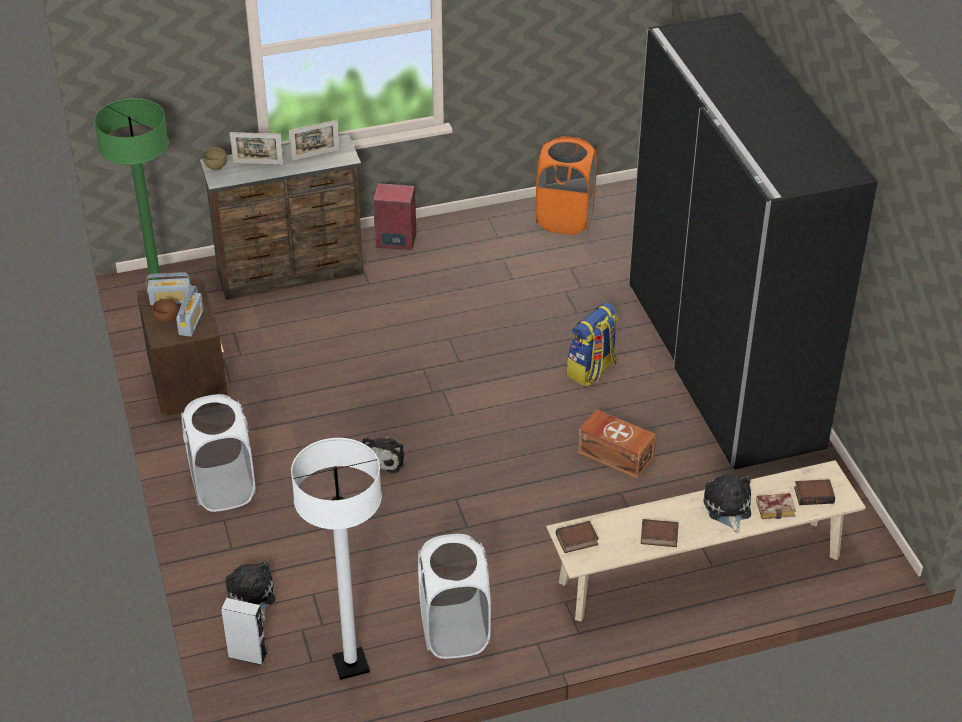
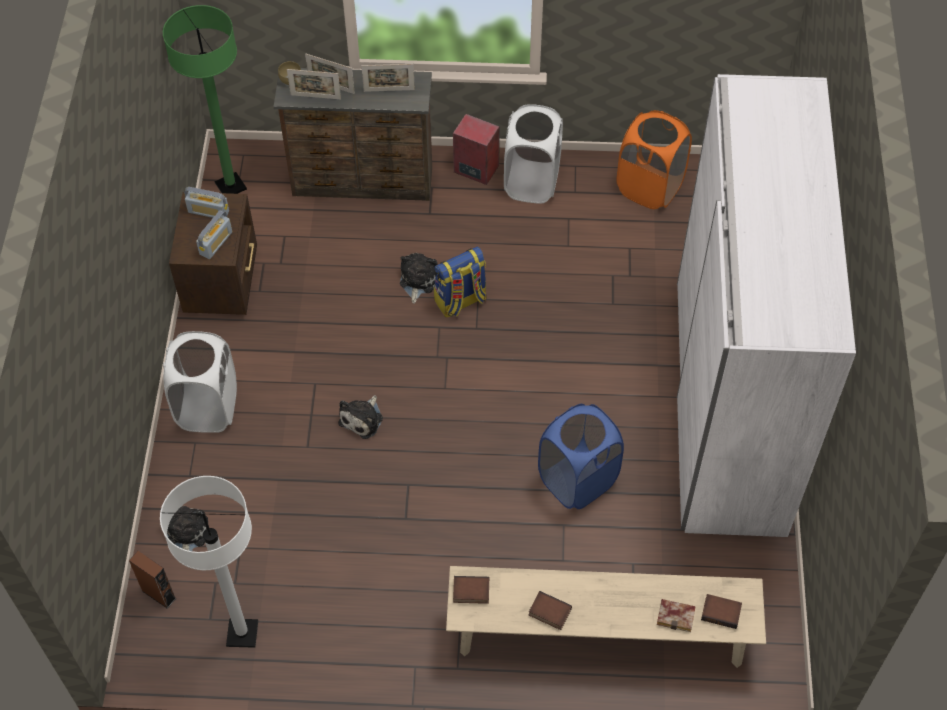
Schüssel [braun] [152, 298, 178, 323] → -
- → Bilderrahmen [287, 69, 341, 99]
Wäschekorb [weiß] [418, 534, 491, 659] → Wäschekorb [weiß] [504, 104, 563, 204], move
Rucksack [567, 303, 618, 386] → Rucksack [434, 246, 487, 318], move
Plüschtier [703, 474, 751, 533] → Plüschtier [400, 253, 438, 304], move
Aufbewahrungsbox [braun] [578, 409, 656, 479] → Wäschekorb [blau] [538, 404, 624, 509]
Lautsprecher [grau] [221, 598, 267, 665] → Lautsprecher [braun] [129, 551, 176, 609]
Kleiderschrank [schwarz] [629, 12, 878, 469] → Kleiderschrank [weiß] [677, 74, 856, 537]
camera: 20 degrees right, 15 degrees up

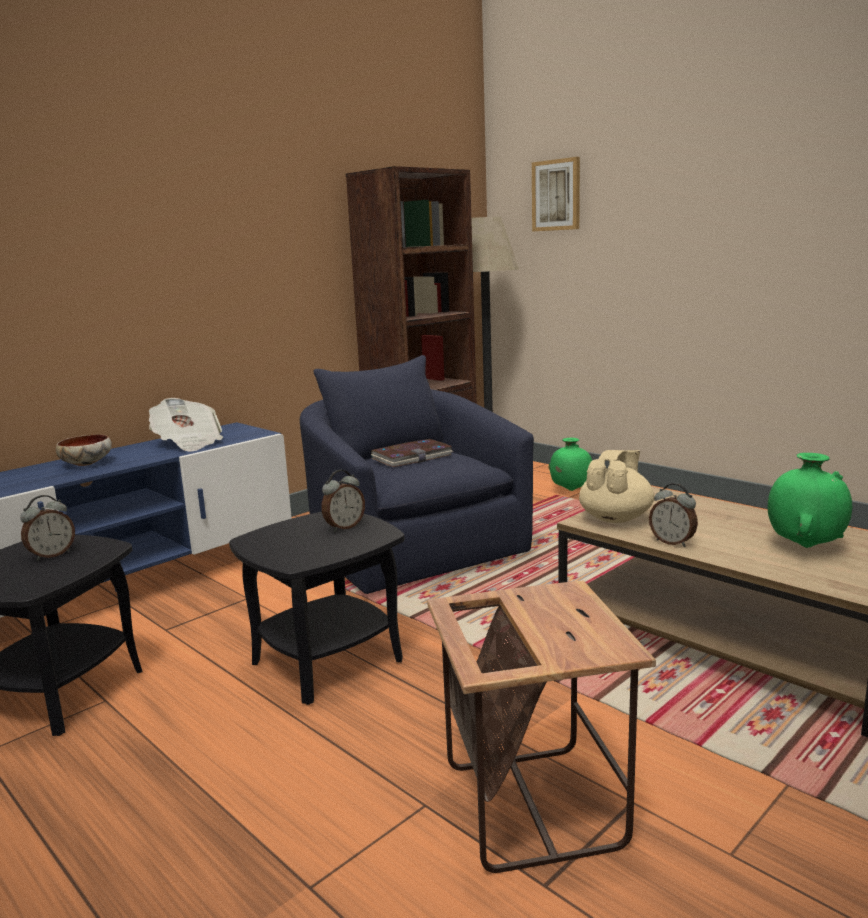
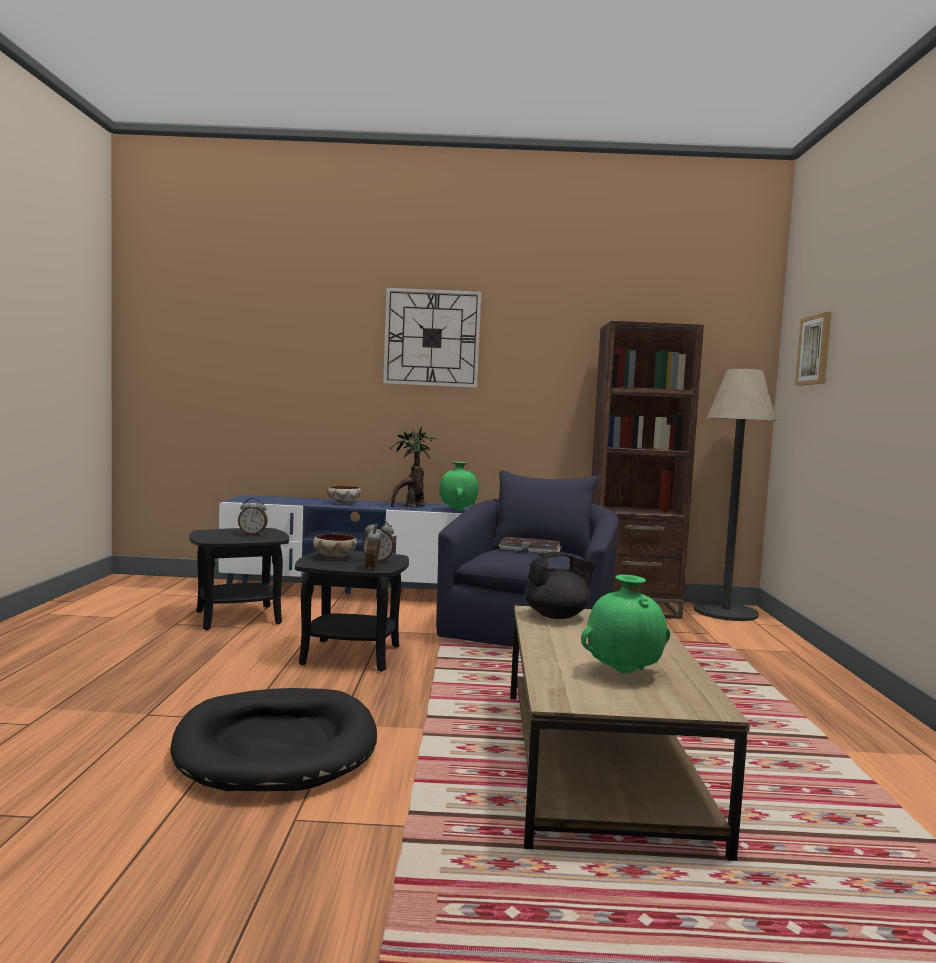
- → Schüssel [313, 534, 357, 559]
- → Wanduhr [383, 288, 482, 388]
Vase [grün] [549, 438, 592, 491] → Vase [grün] [439, 462, 479, 511], move
Wecker [649, 483, 698, 547] → Wecker [365, 524, 383, 570], move
Zeitung [149, 398, 223, 452] → Topfpflanze [390, 427, 435, 507]
Beistelltisch [427, 581, 656, 873] → Hundebett [schwarz] [171, 688, 377, 791]
Teekanne [beige] [579, 450, 654, 523] → Teekanne [schwarz] [525, 552, 597, 619]
camera: 45 degrees right, 10 degrees down

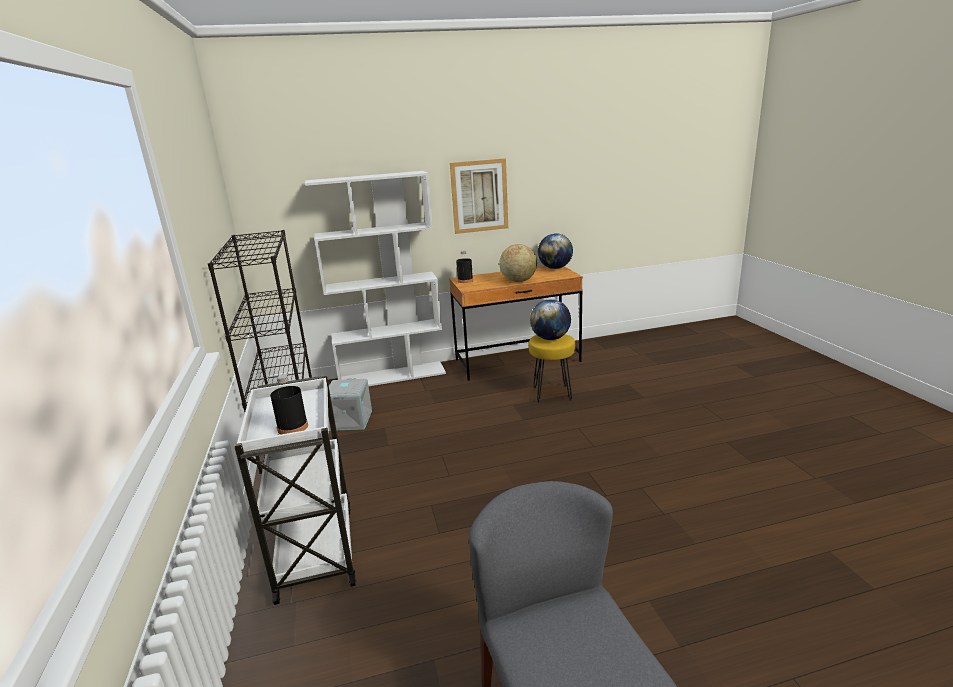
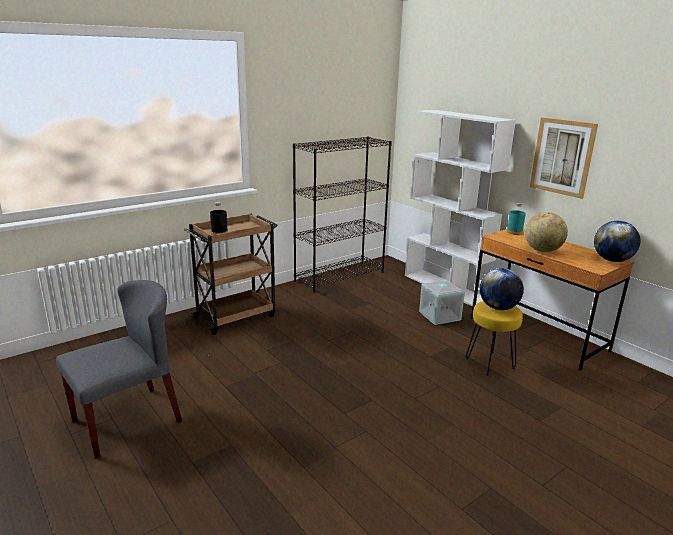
Aufbewahrungsbox [grau] [328, 378, 372, 431] → Aufbewahrungsbox [grau] [419, 280, 465, 325], move
Rollwagen [weiß] [234, 376, 356, 605] → Rollwagen [braun] [184, 214, 278, 335]
Flasche [schwarz] [456, 251, 473, 283] → Flasche [türkis] [507, 203, 526, 235]
camera: 65 degrees right, 0 degrees up

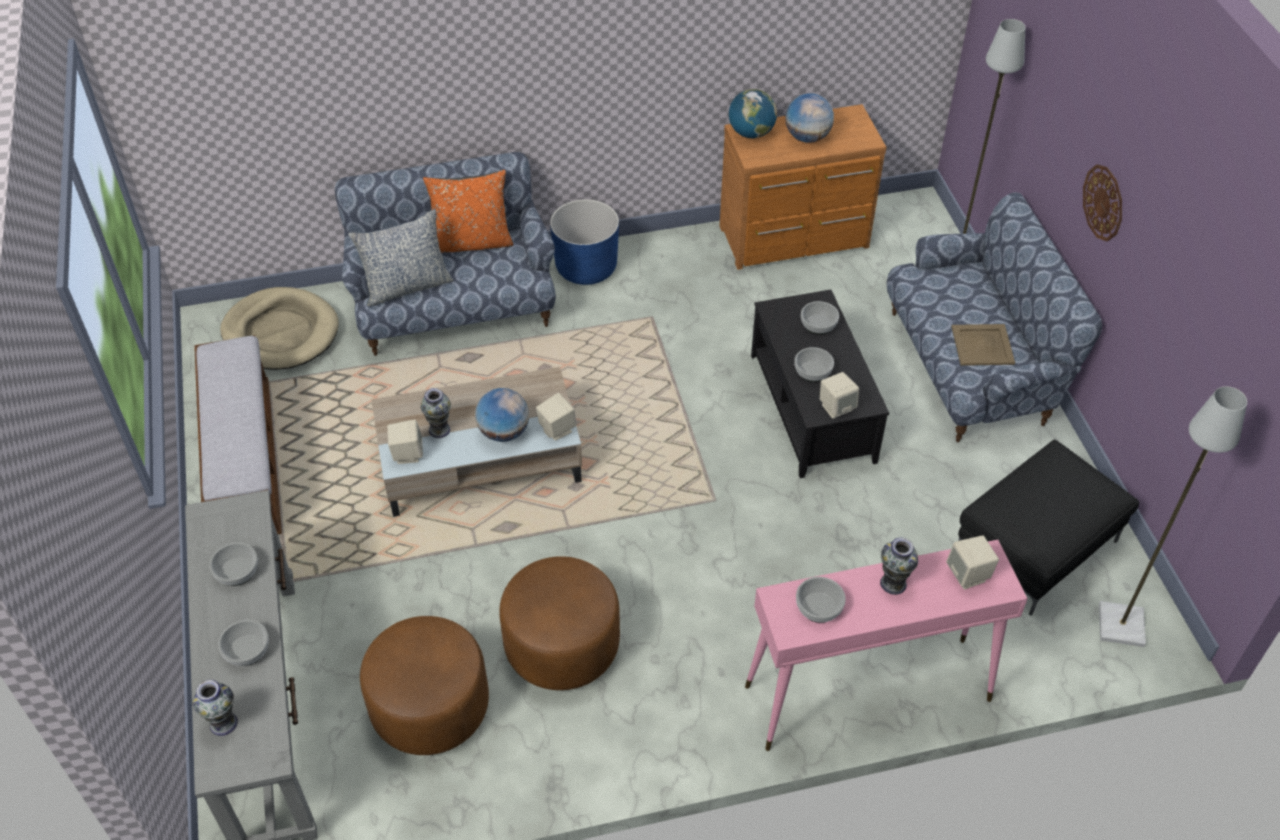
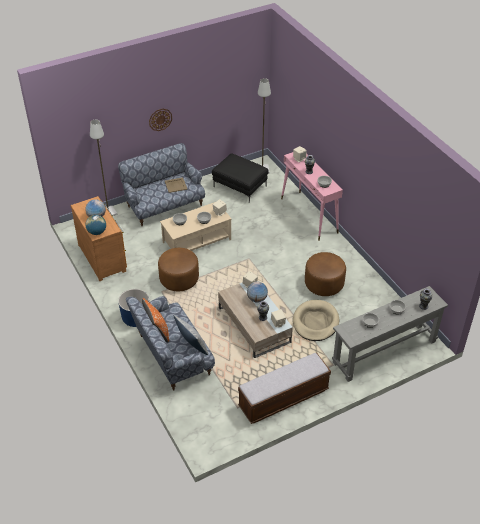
Hundebett [beige] [220, 287, 339, 370] → Hundebett [beige] [293, 300, 339, 341], move
Polsterhocker [braun] [360, 616, 489, 755] → Polsterhocker [braun] [158, 248, 199, 291], move
Couchtisch [schwarz] [751, 290, 889, 478] → Couchtisch [beige] [160, 202, 232, 251]
camera: 105 degrees left, 5 degrees down

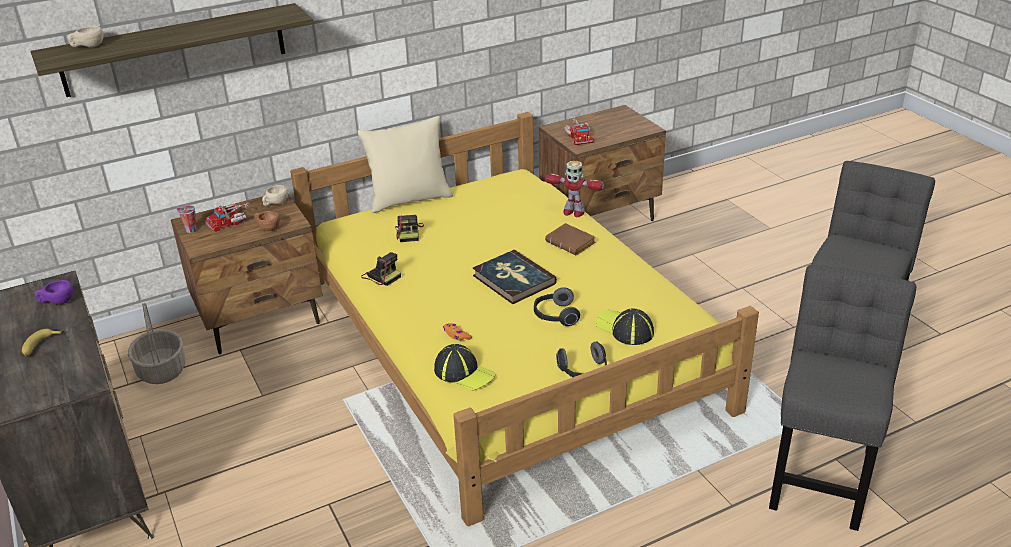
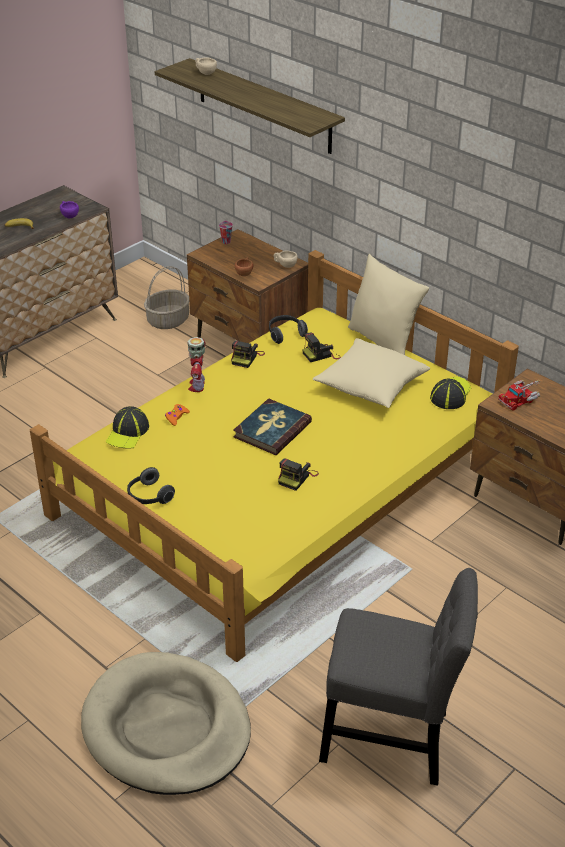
Spielzeuglaster [206, 202, 249, 232] → -
Buch [braun] [545, 223, 596, 255] → -
- → Kamera [278, 458, 319, 491]
- → Kissen [beige] [313, 338, 431, 408]
Kopfhörer [534, 287, 580, 326] → Kopfhörer [269, 315, 308, 344], move
Spielzeugroboter [545, 161, 604, 217] → Spielzeugroboter [188, 337, 205, 392], move
Kappe [596, 309, 654, 345] → Kappe [430, 377, 471, 409], move
Stuhl [grau] [769, 265, 916, 531] → Hundebett [beige] [81, 652, 251, 795]
camera: 70 degrees right, 5 degrees up

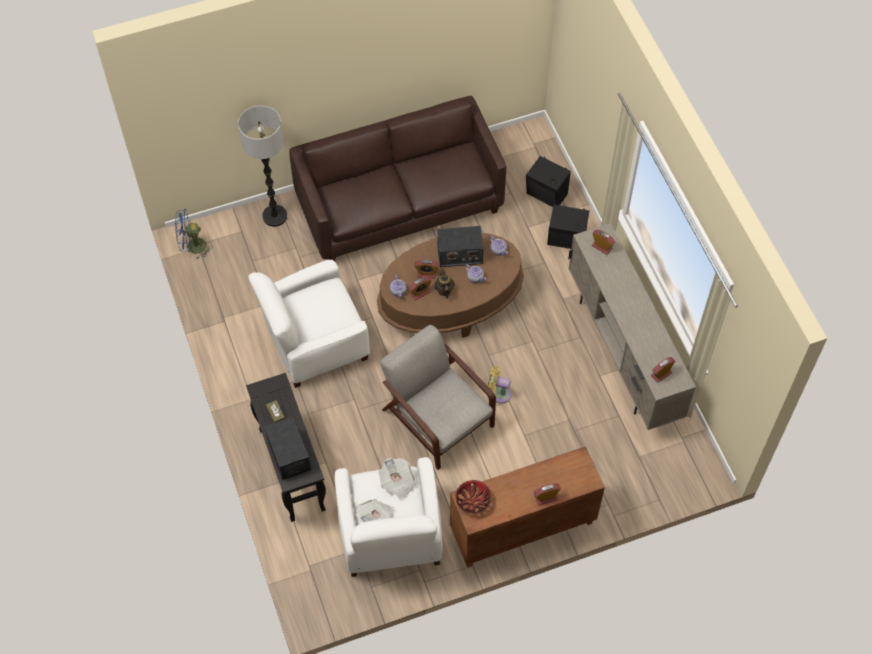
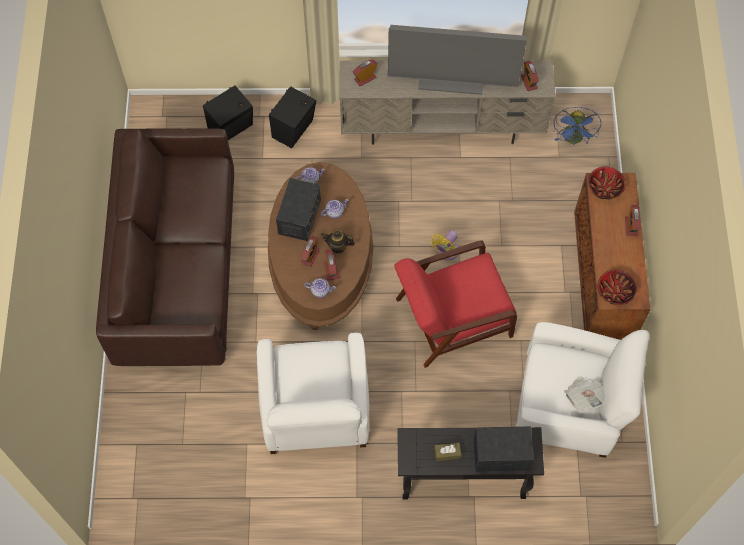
Stehlampe [238, 106, 287, 227] → -
Zeitung [379, 458, 416, 500] → -
- → Fernseher [388, 25, 527, 95]
- → Schüssel [589, 166, 625, 199]
Ventilator [blau] [175, 209, 213, 260] → Ventilator [blau] [554, 107, 601, 145], move
Sessel [grau] [380, 325, 496, 470] → Sessel [rot] [394, 240, 517, 368]
camera: 70 degrees left, 5 degrees up

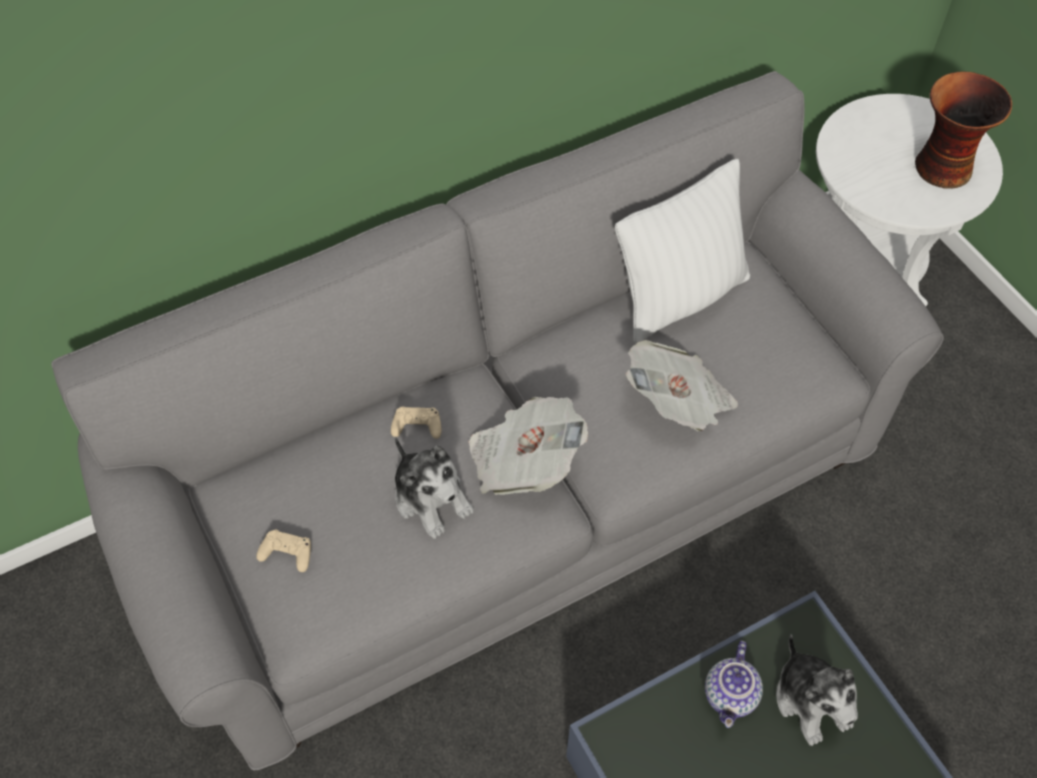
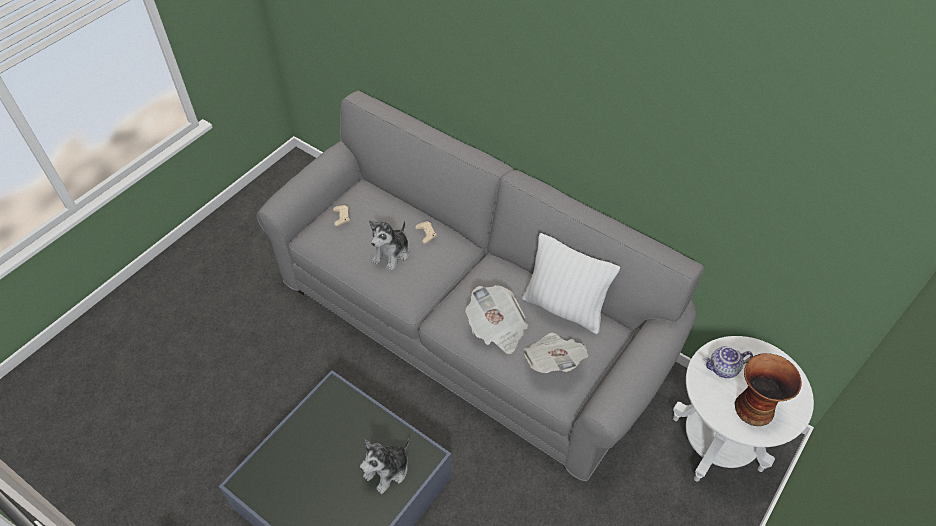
Zeitung [469, 397, 588, 495] → Zeitung [523, 333, 589, 373], move
Teekanne [705, 641, 763, 728] → Teekanne [704, 346, 753, 378], move
camera: 65 degrees right, 5 degrees down

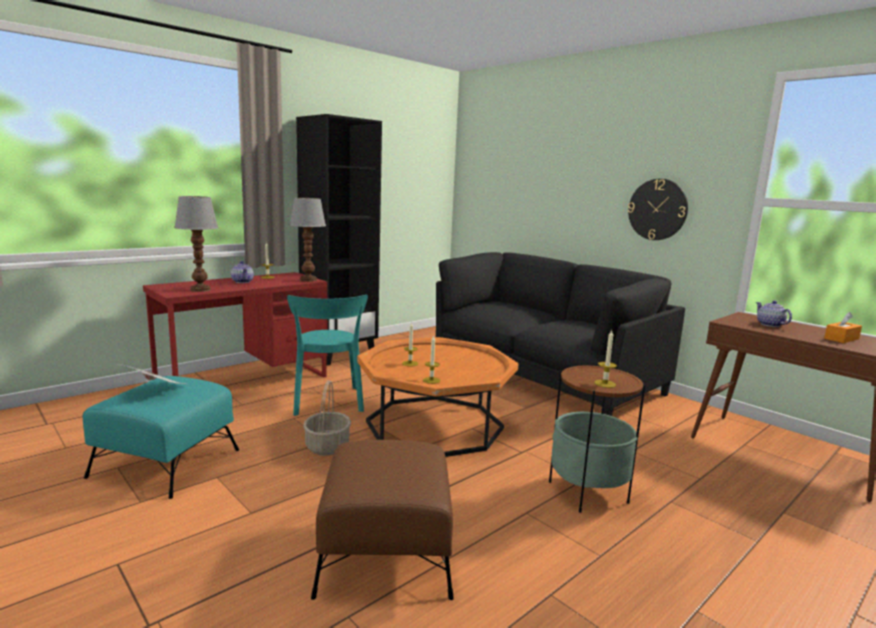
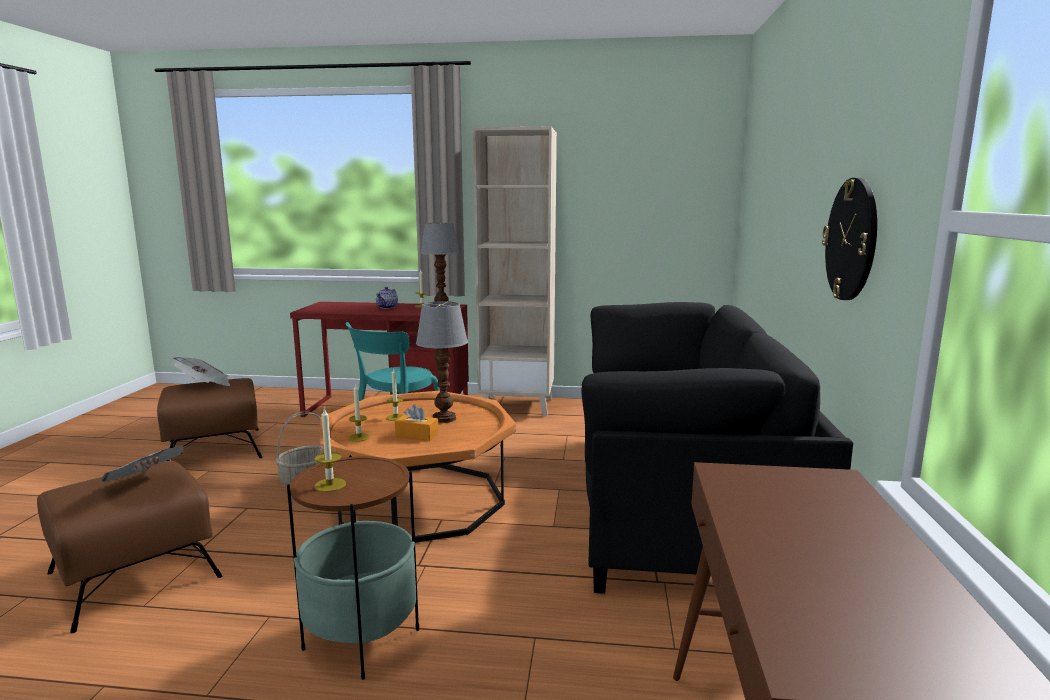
Teekanne [756, 301, 792, 327] → -
- → Zeitung [101, 446, 184, 483]
Tischlampe [174, 196, 218, 292] → Tischlampe [416, 301, 468, 423], move
Taschentuchbox [orange] [824, 312, 862, 343] → Taschentuchbox [orange] [395, 405, 439, 441], move
Polsterhocker [türkis] [83, 376, 239, 499] → Polsterhocker [braun] [157, 378, 263, 461]
Bücherregal [schwarz] [296, 114, 382, 366] → Bücherregal [beige] [473, 127, 557, 416]
camera: 50 degrees right, 0 degrees up

